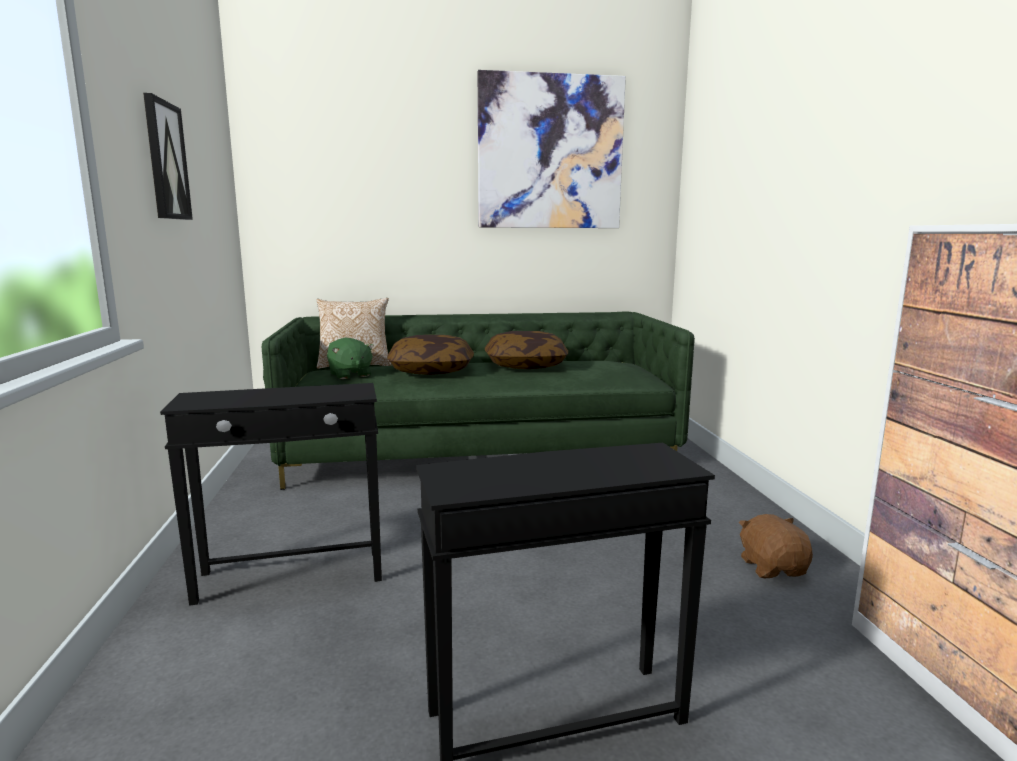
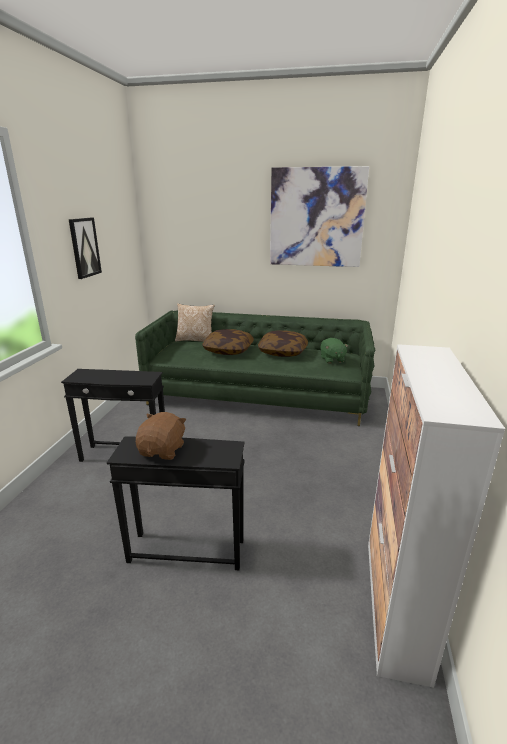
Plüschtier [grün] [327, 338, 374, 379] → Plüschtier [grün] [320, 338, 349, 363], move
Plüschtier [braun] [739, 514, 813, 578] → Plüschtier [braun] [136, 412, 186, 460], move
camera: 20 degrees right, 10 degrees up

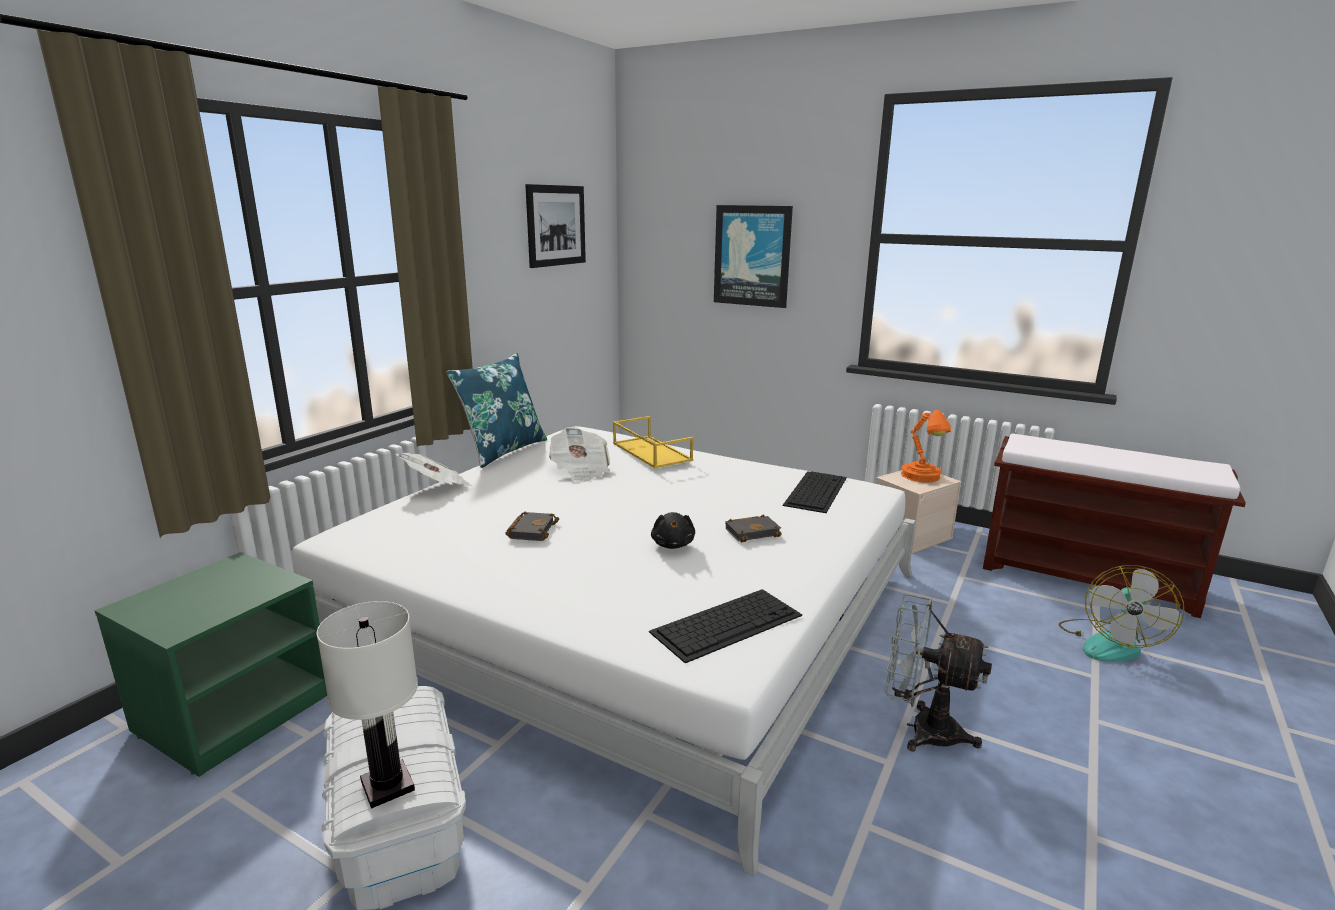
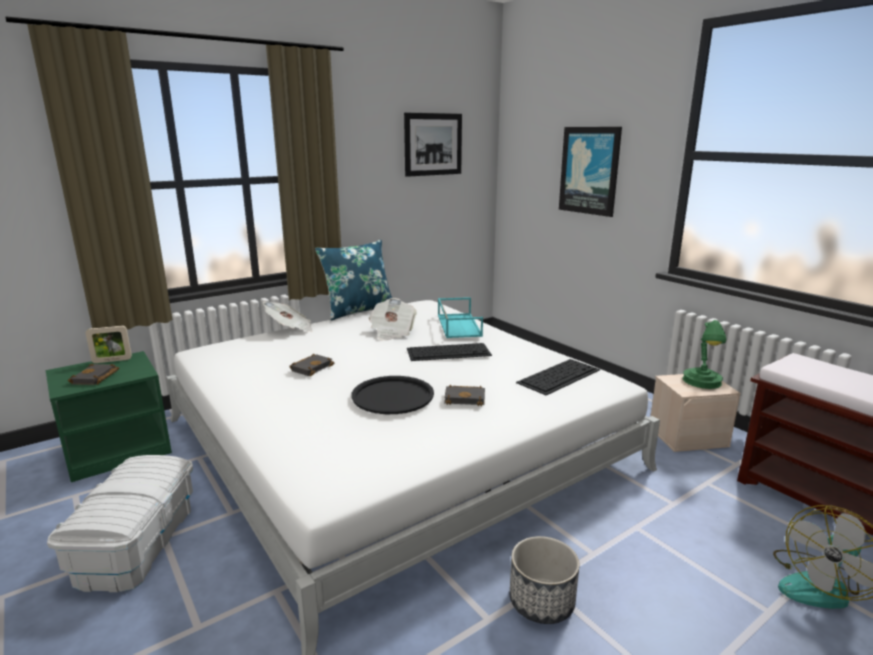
Tischlampe [weiß] [317, 601, 418, 809] → -
- → Buch [schwarz] [68, 364, 119, 385]
- → Bilderrahmen [85, 326, 132, 363]
Tastatur [649, 589, 802, 663] → Tastatur [407, 343, 492, 361], move
Plüschtier [schwarz] [651, 512, 695, 549] → Tablett [schwarz] [351, 376, 434, 414]
Ventilator [grau] [885, 594, 992, 752] → Pflanzkübel [510, 536, 579, 624]
Tablett [gelb] [613, 416, 693, 468] → Tablett [türkis] [438, 297, 483, 338]
Tischlampe [orange] [901, 410, 951, 482] → Tischlampe [grün] [683, 320, 727, 389]
camera: 25 degrees right, 0 degrees up

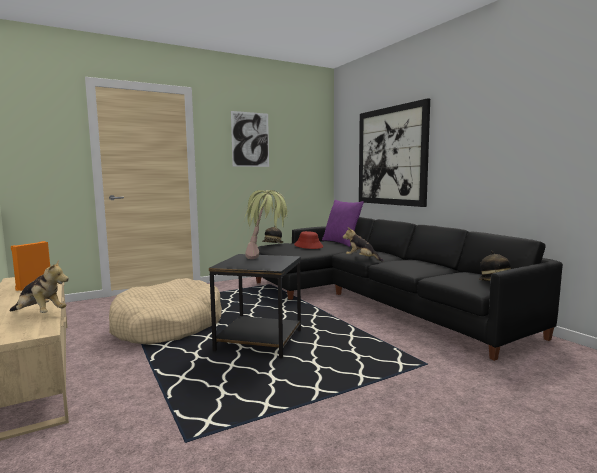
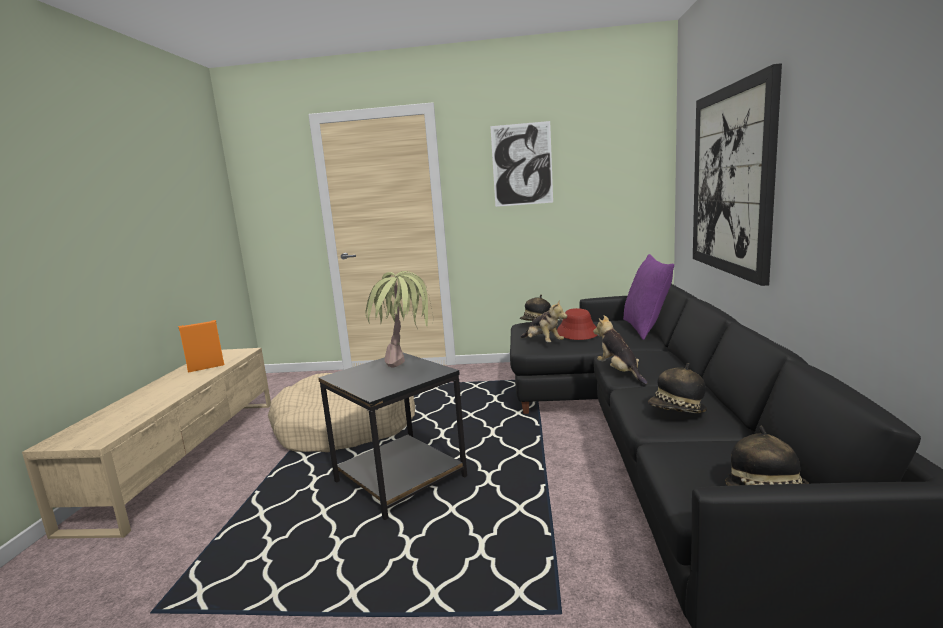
- → Hut [648, 363, 707, 413]
Plüschtier [10, 260, 69, 313] → Plüschtier [520, 299, 567, 342], move
camera: 35 degrees right, 5 degrees up

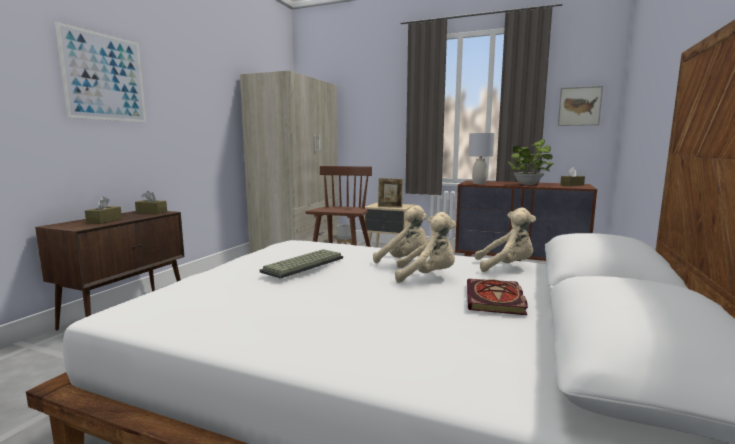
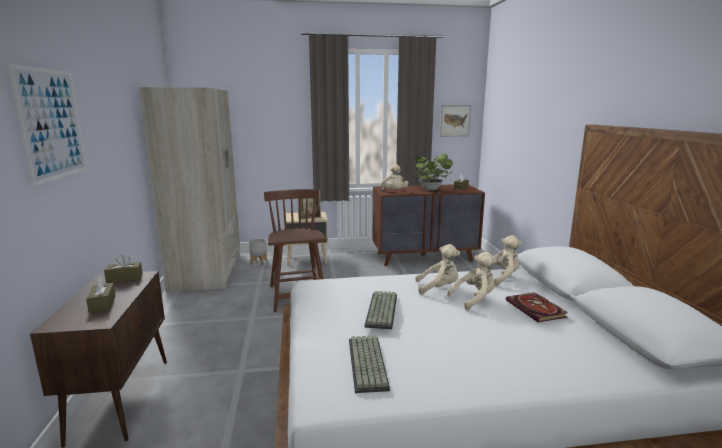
- → Tastatur [349, 335, 390, 393]
Tischlampe [grau] [468, 133, 494, 184] → Plüschtier [beige] [381, 164, 409, 190]
camera: 30 degrees left, 5 degrees up

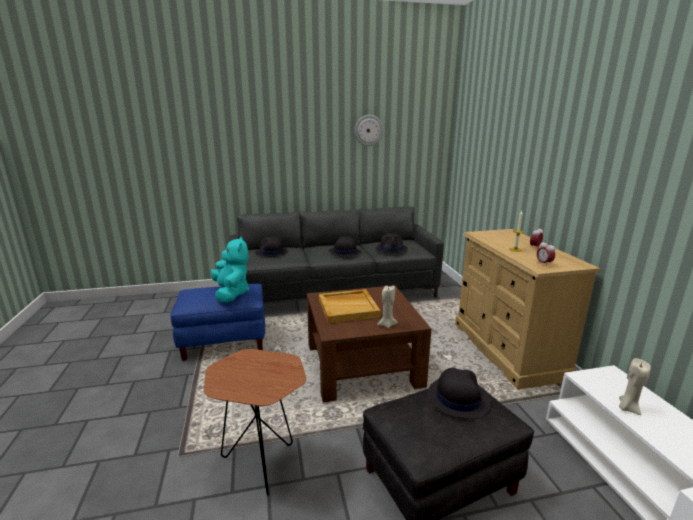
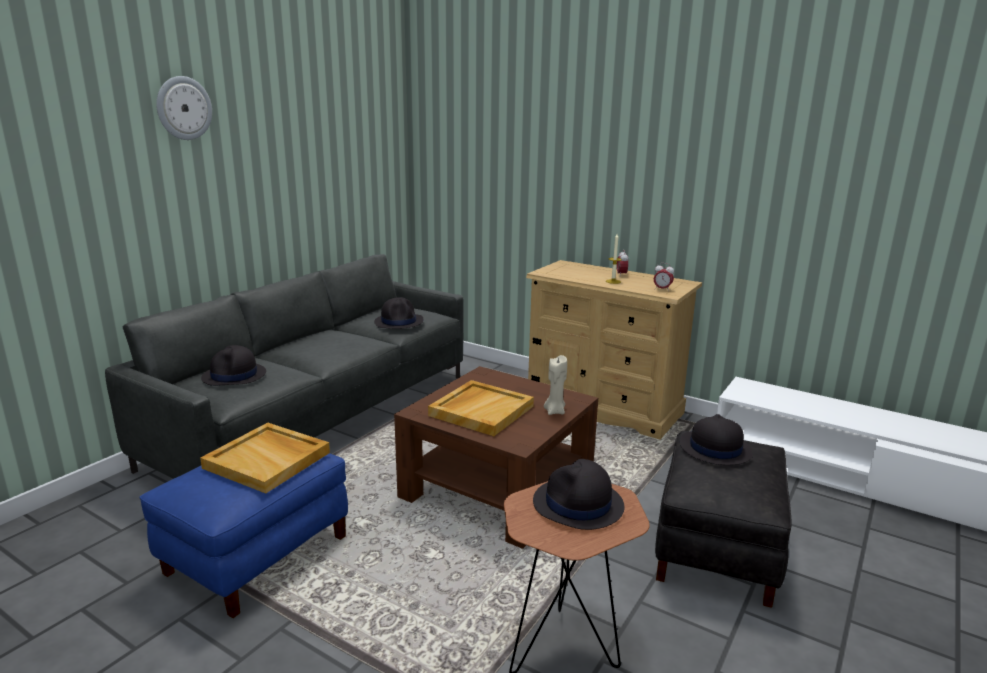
Kerze [beige] [619, 358, 651, 415] → -
Hut [schwarz] [329, 236, 361, 256] → Hut [schwarz] [533, 459, 625, 530], move
Wanduhr [354, 115, 383, 146] → Wanduhr [156, 76, 212, 140], move
Plüschtier [türkis] [211, 237, 249, 303] → Tablett [beige] [200, 423, 330, 493]
camera: 45 degrees left, 0 degrees up

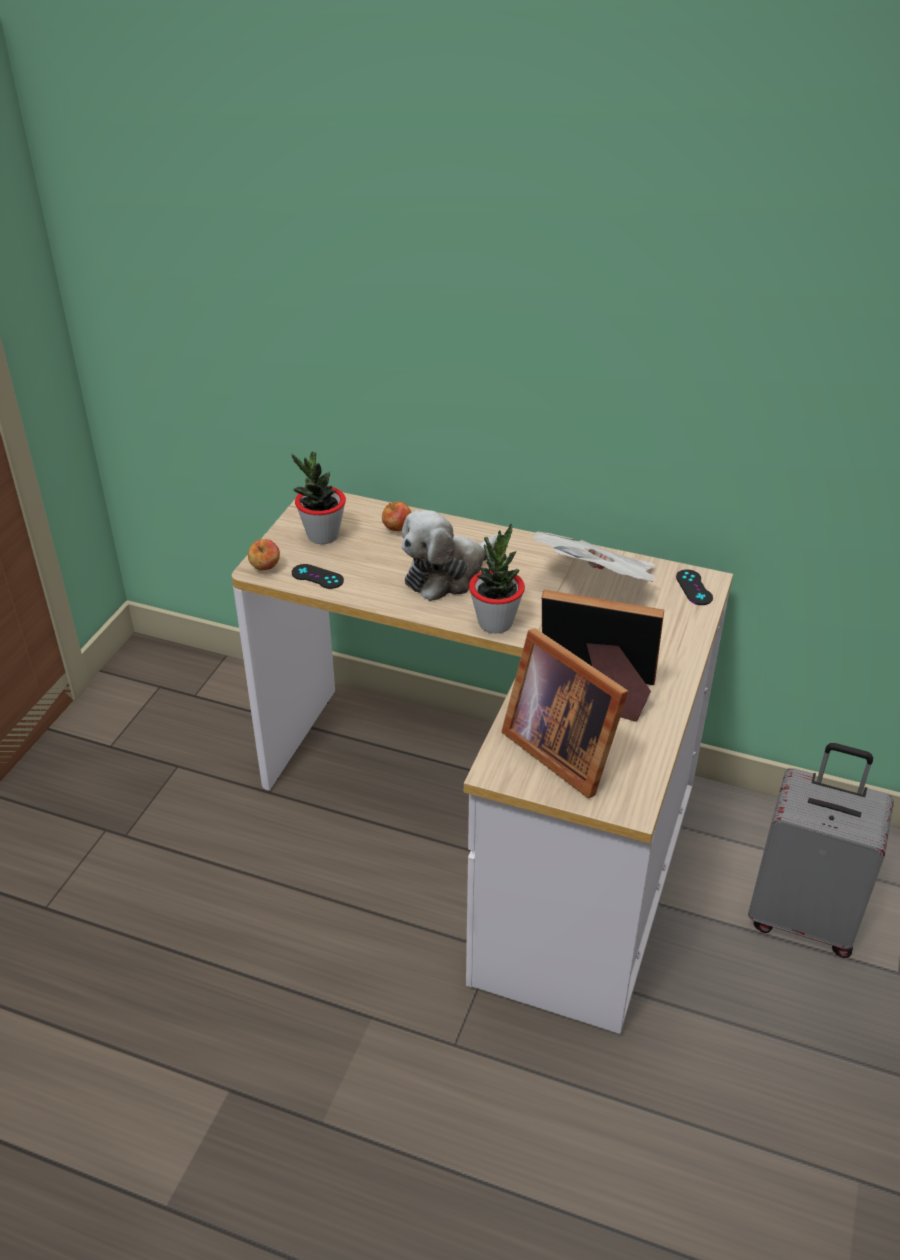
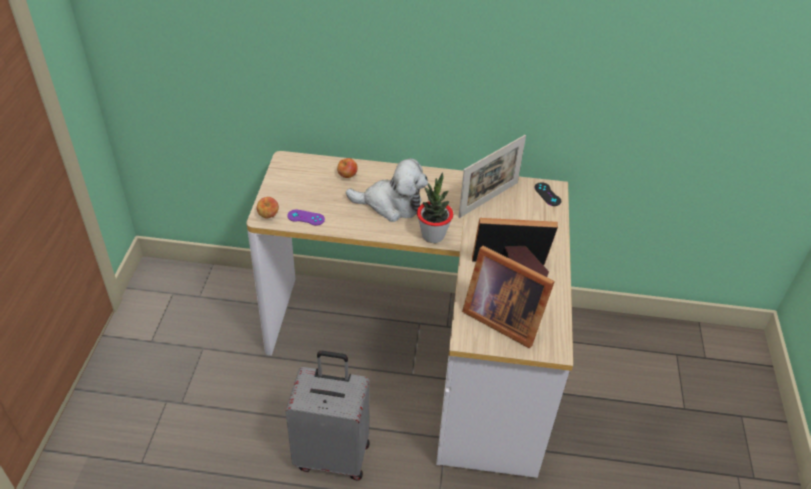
Topfpflanze [291, 451, 346, 544] → -
Koffer [grau] [748, 743, 894, 958] → Koffer [grau] [285, 351, 370, 481], move
Zeitung [533, 532, 657, 582] → Bilderrahmen [458, 135, 526, 218]
Gamepad [schwarz] [292, 564, 344, 589] → Gamepad [lila] [287, 209, 325, 226]
Plüschtier [402, 510, 498, 601] → Plüschtier [346, 158, 428, 222], 120 degrees counterclockwise
camera: 15 degrees left, 5 degrees up

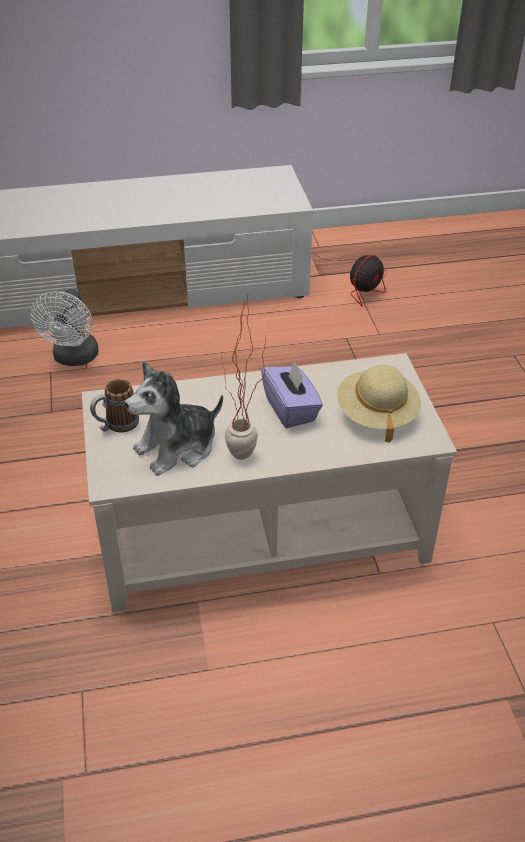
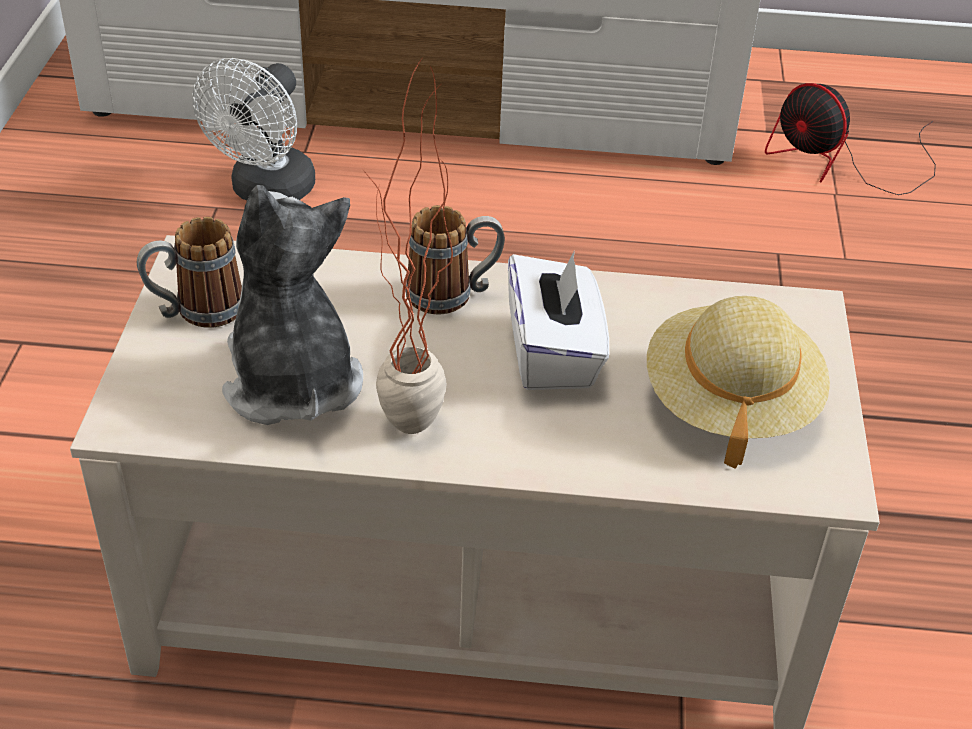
- → Henkelbecher [405, 205, 505, 314]
Taschentuchbox [lila] [261, 360, 323, 428] → Taschentuchbox [weiß] [508, 250, 609, 390]
Plüschtier [125, 361, 223, 476] → Plüschtier [222, 185, 363, 425], 90 degrees clockwise
Ventilator [316, 255, 387, 306] → Ventilator [765, 83, 936, 195], 75 degrees clockwise
camera: 15 degrees right, 0 degrees up

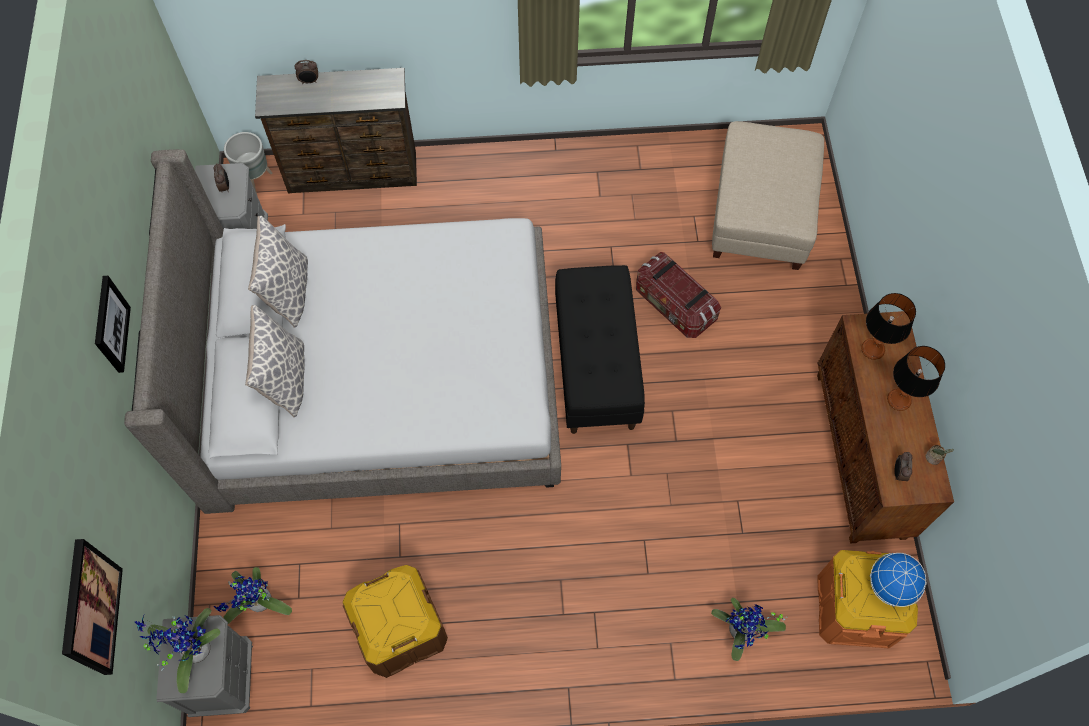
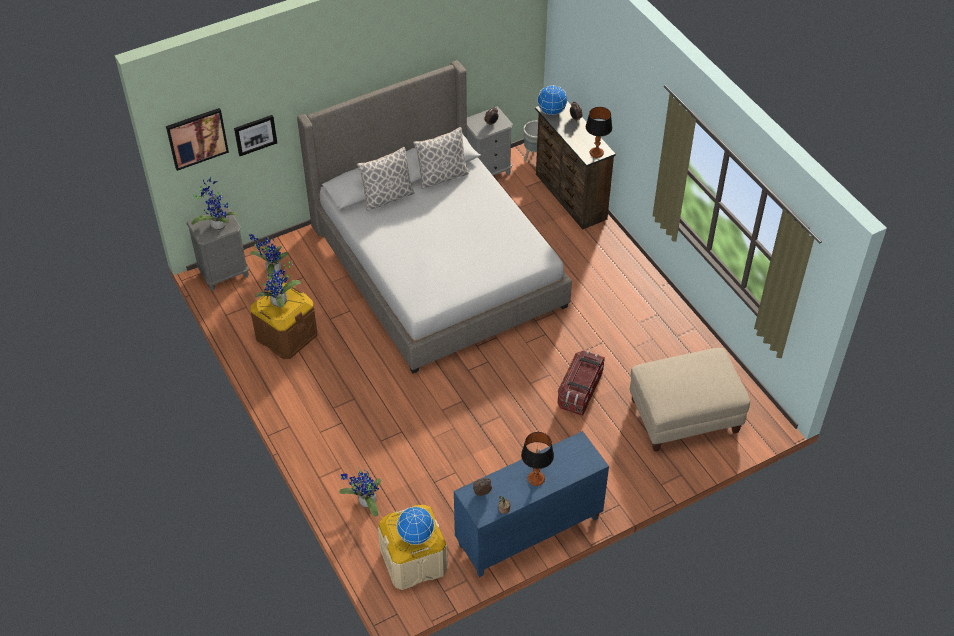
Bank [schwarz] [555, 265, 645, 434] → -
- → Topfpflanze [255, 261, 302, 307]
- → Globus [537, 85, 568, 115]
Bild [95, 276, 131, 373] → Bild [234, 115, 277, 156], move
Tischlampe [861, 293, 916, 360] → Tischlampe [586, 107, 612, 158], move
Schrank [braun] [817, 311, 954, 543] → Schrank [blau] [454, 431, 609, 577]
Aufbewahrungsbox [orange] [817, 550, 918, 648] → Aufbewahrungsbox [beige] [378, 505, 448, 590]
camera: 65 degrees right, 15 degrees down

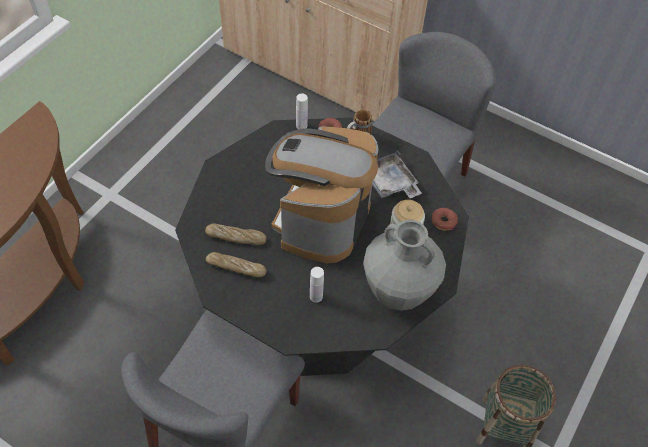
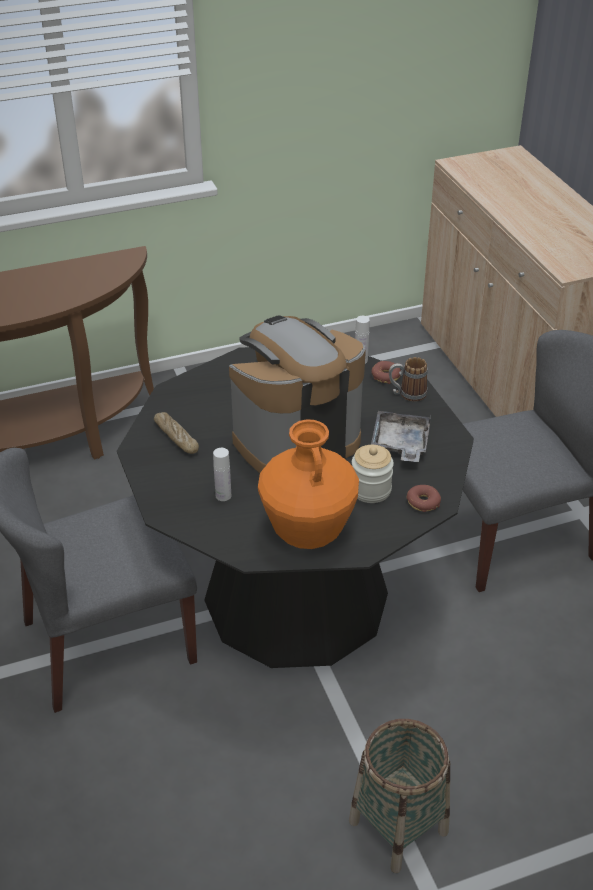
Brot [205, 223, 267, 245] → -
Vase [grau] [363, 220, 446, 311] → Vase [orange] [258, 419, 359, 549]
camera: 40 degrees right, 15 degrees down

